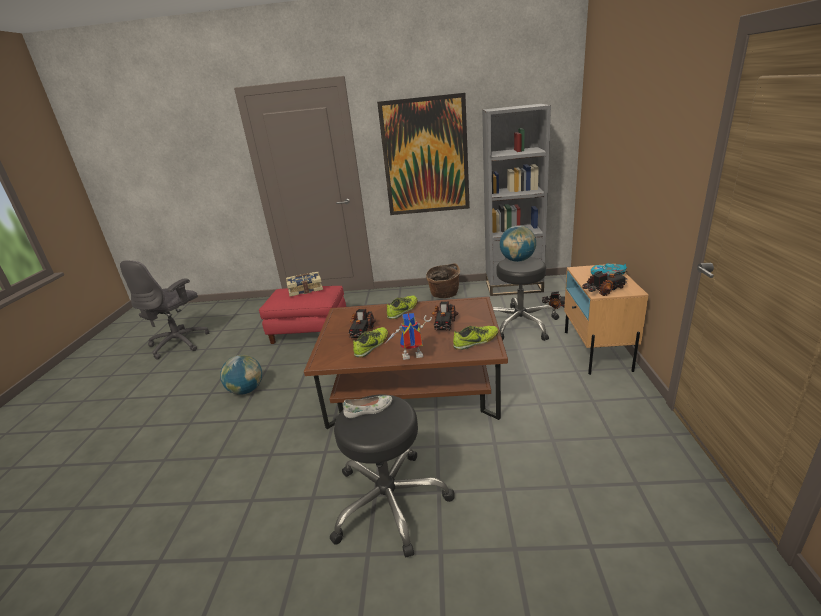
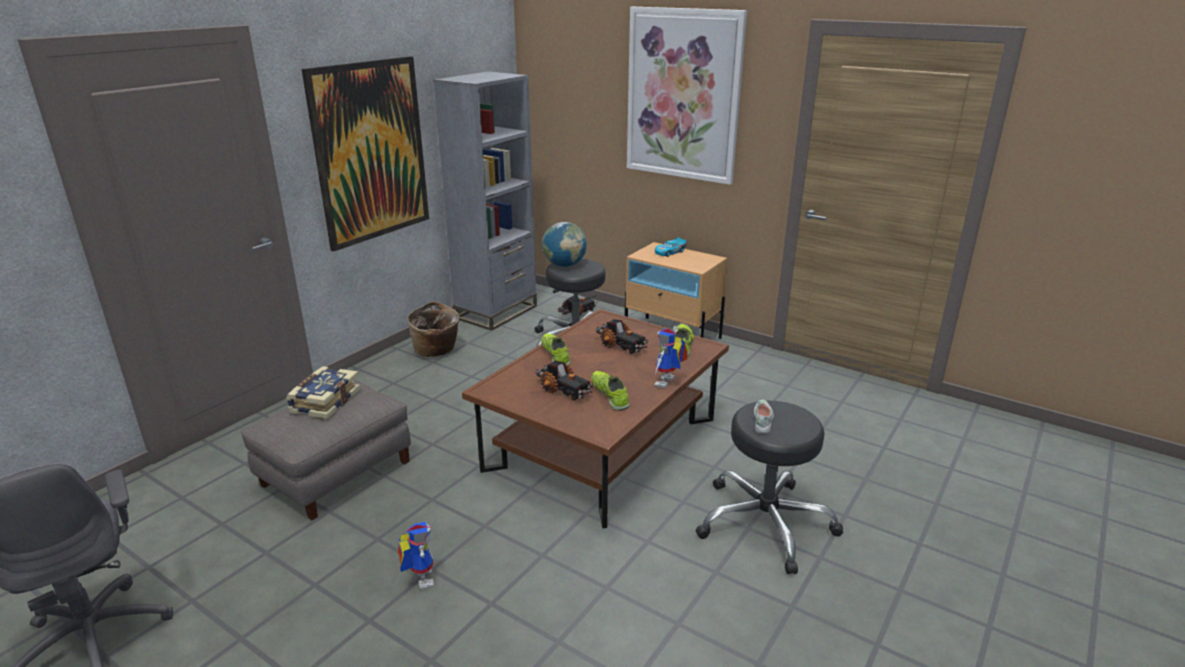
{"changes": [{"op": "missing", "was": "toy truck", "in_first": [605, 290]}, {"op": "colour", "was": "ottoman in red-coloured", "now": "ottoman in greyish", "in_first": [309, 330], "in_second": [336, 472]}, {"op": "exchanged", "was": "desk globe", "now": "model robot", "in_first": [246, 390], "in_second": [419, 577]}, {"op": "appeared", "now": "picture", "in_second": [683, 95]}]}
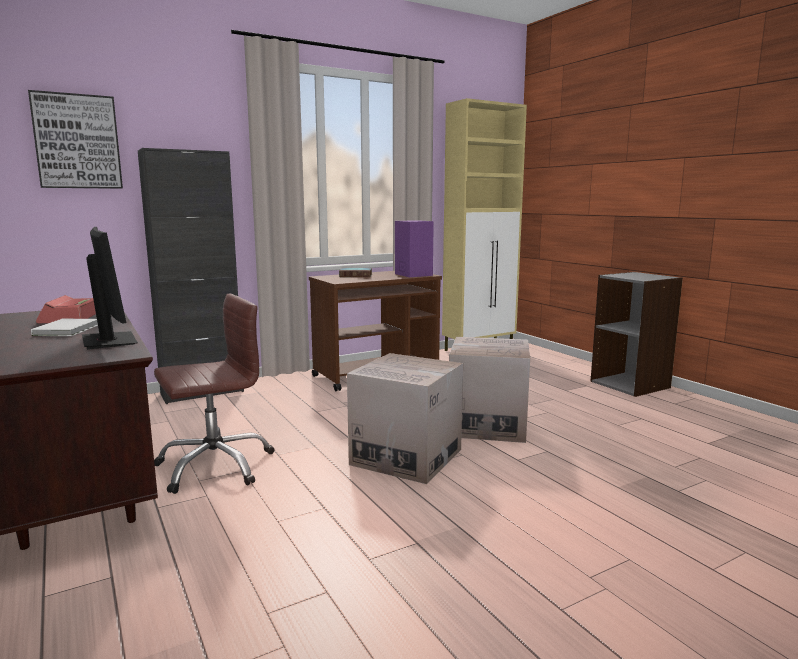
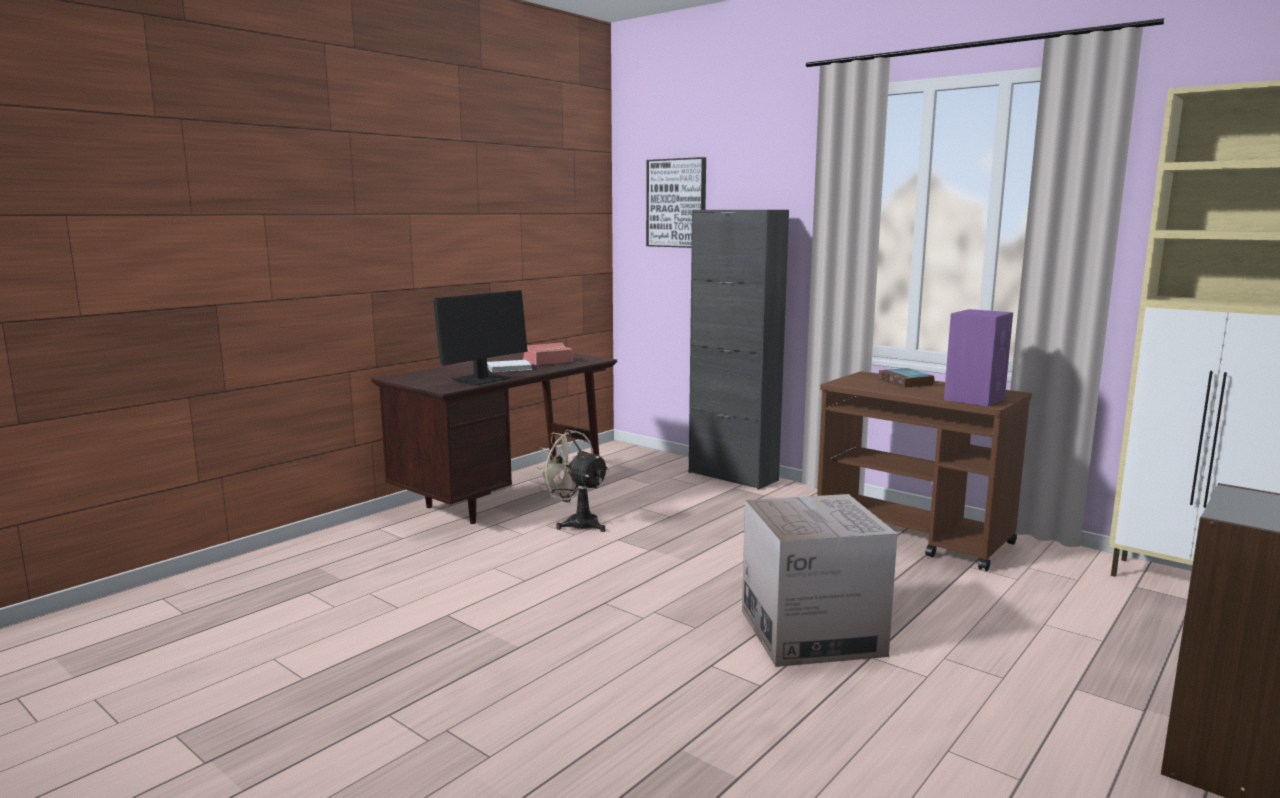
{"changes": [{"op": "exchanged", "was": "desk chair in brown-coloured", "now": "electric fan in sand-coloured", "in_first": [215, 465], "in_second": [576, 523]}, {"op": "missing", "was": "cardboard box", "in_first": [406, 457]}]}
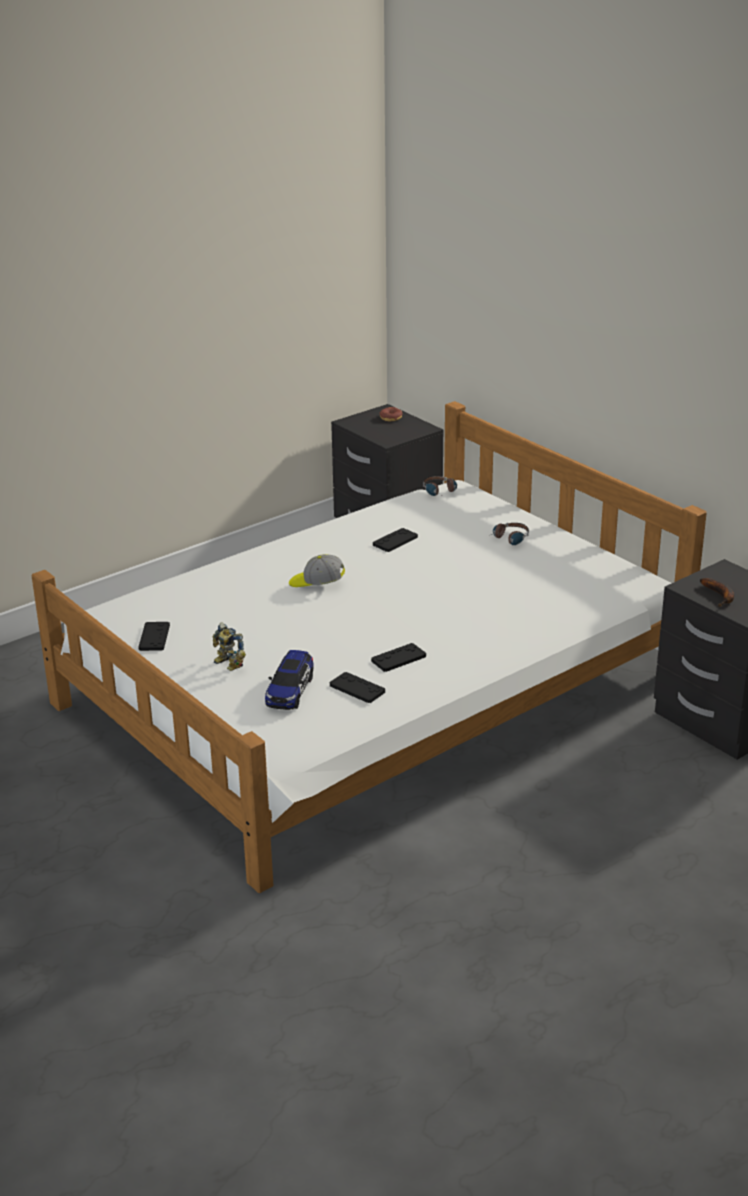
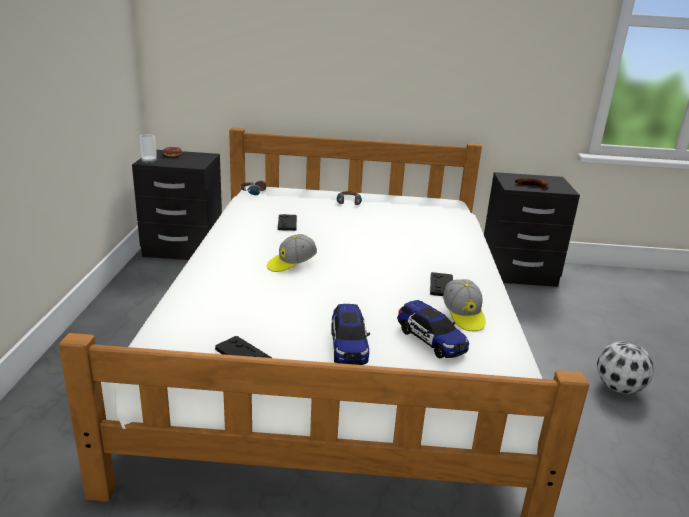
{"changes": [{"op": "exchanged", "was": "model robot", "now": "model car", "in_first": [227, 665], "in_second": [348, 345]}, {"op": "exchanged", "was": "gamepad in black", "now": "cap", "in_first": [357, 688], "in_second": [463, 315]}, {"op": "appeared", "now": "drinking cup", "in_second": [149, 161]}, {"op": "appeared", "now": "football", "in_second": [618, 387]}]}
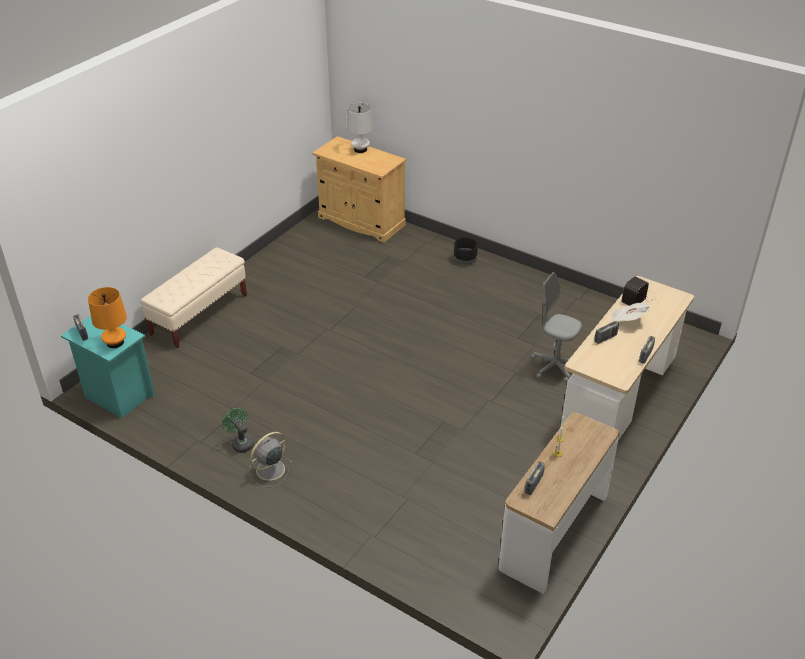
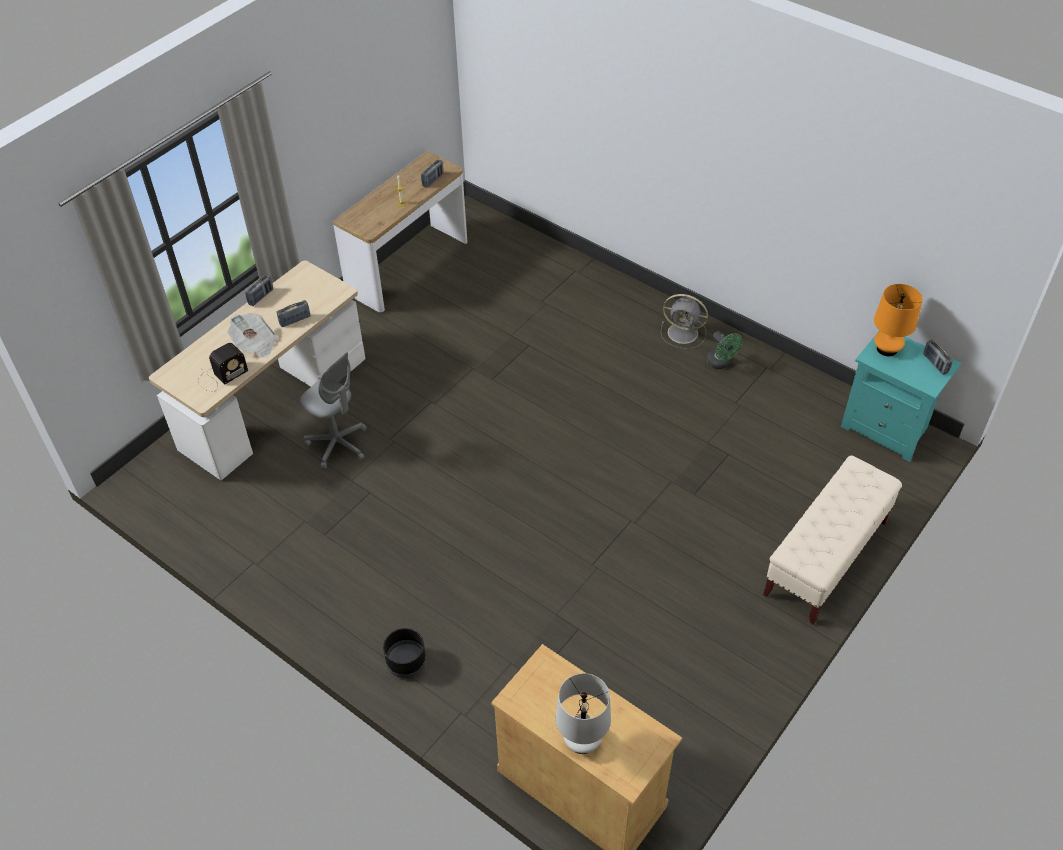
{"changes": [{"op": "spun", "was": "electric fan in greyish", "in_first": [269, 470], "in_second": [684, 333], "clockwise": 60}]}
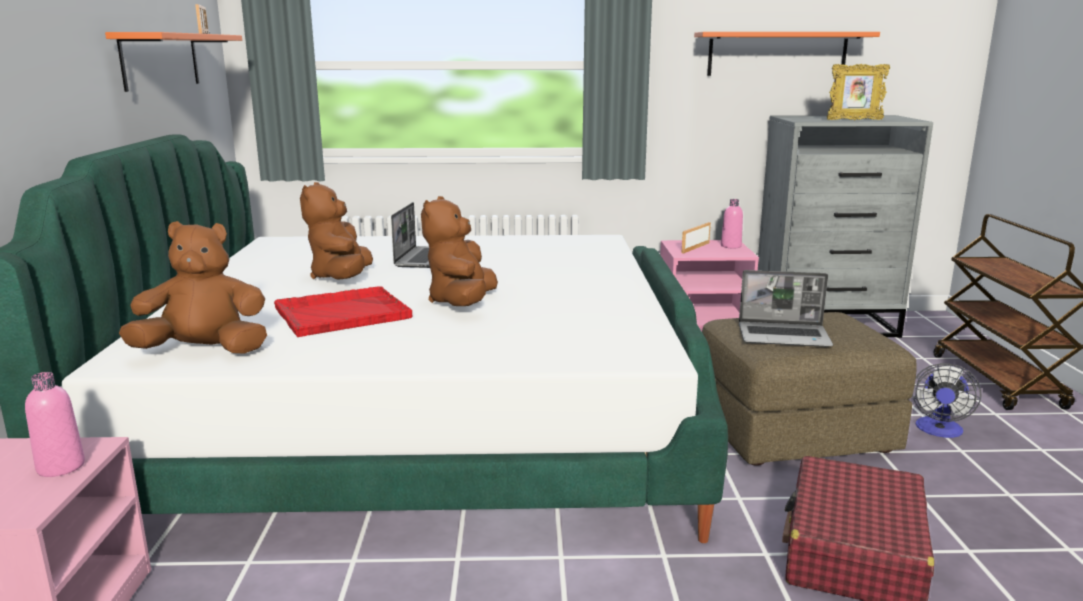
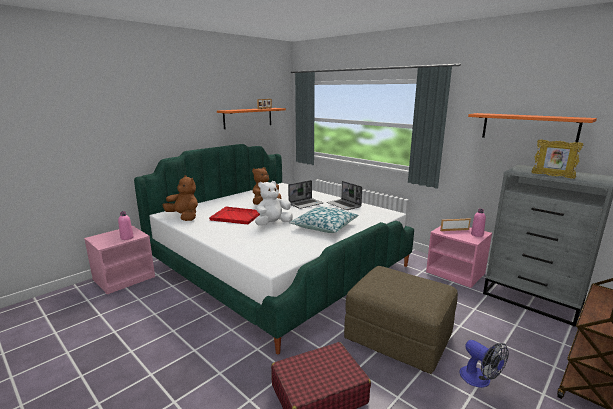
{"changes": [{"op": "colour", "was": "soft toy in brown-coloured", "now": "soft toy in whitish", "in_first": [462, 303], "in_second": [273, 224]}, {"op": "relocated", "was": "notebook computer", "in_first": [784, 336], "in_second": [344, 205]}, {"op": "spun", "was": "electric fan", "in_first": [939, 431], "in_second": [479, 380], "clockwise": -105}, {"op": "appeared", "now": "cushion", "in_second": [324, 226]}]}
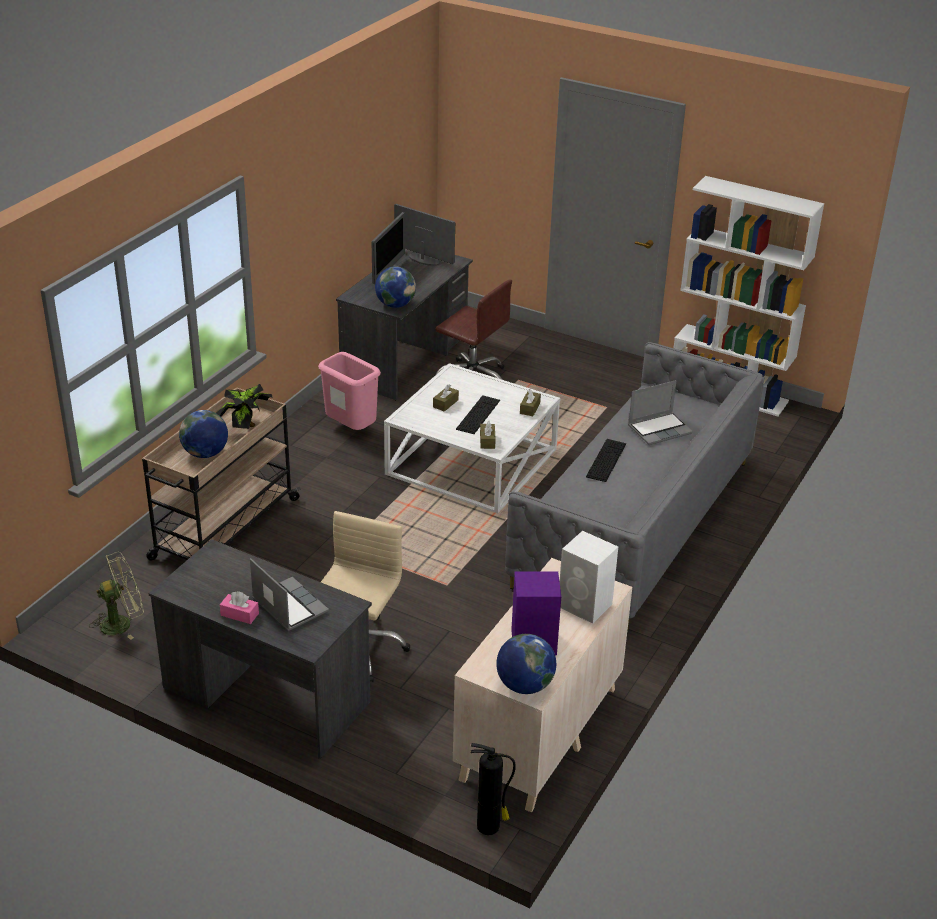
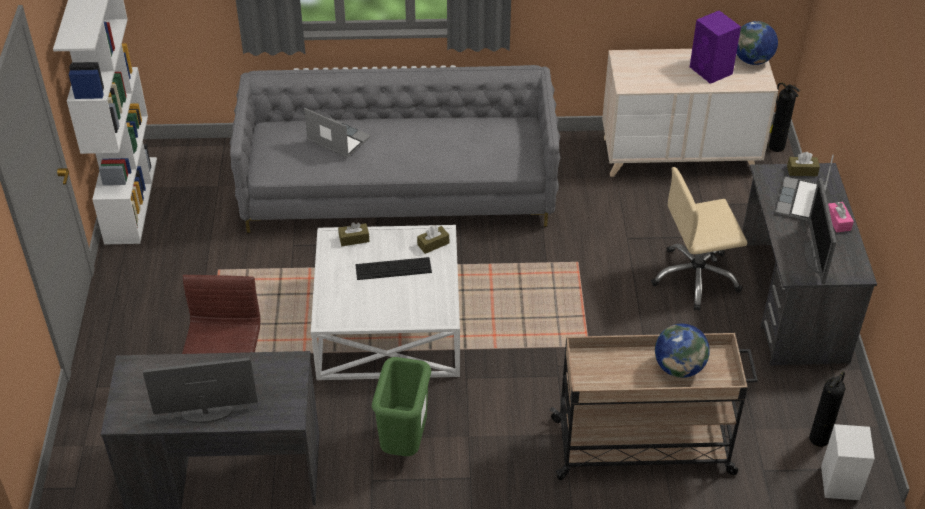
{"changes": [{"op": "relocated", "was": "monitor", "in_first": [423, 260], "in_second": [815, 257]}, {"op": "missing", "was": "desk globe", "in_first": [395, 305]}, {"op": "colour", "was": "rubbish bin in pinkish", "now": "rubbish bin in greenish", "in_first": [351, 430], "in_second": [403, 442]}, {"op": "missing", "was": "potted plant", "in_first": [246, 428]}, {"op": "relocated", "was": "tissue box in brown-coloured", "in_first": [445, 403], "in_second": [802, 171]}, {"op": "missing", "was": "keyboard", "in_first": [606, 460]}, {"op": "relocated", "was": "loudspeaker in whitish", "in_first": [586, 606], "in_second": [840, 482]}, {"op": "exchanged", "was": "electric fan in greenish", "now": "extinguisher", "in_first": [122, 623], "in_second": [819, 438]}]}
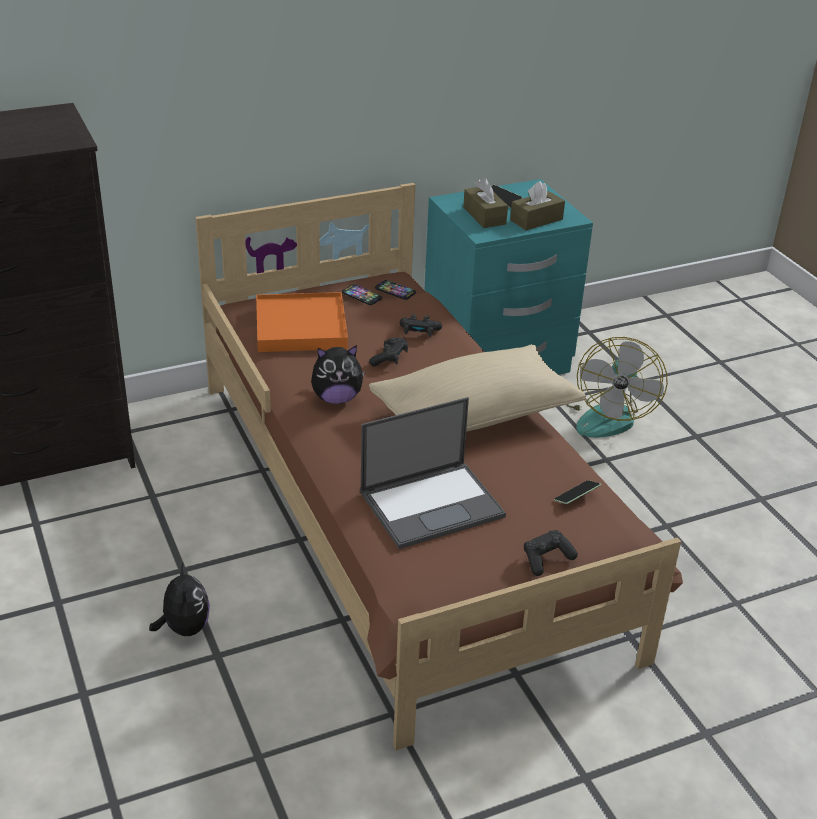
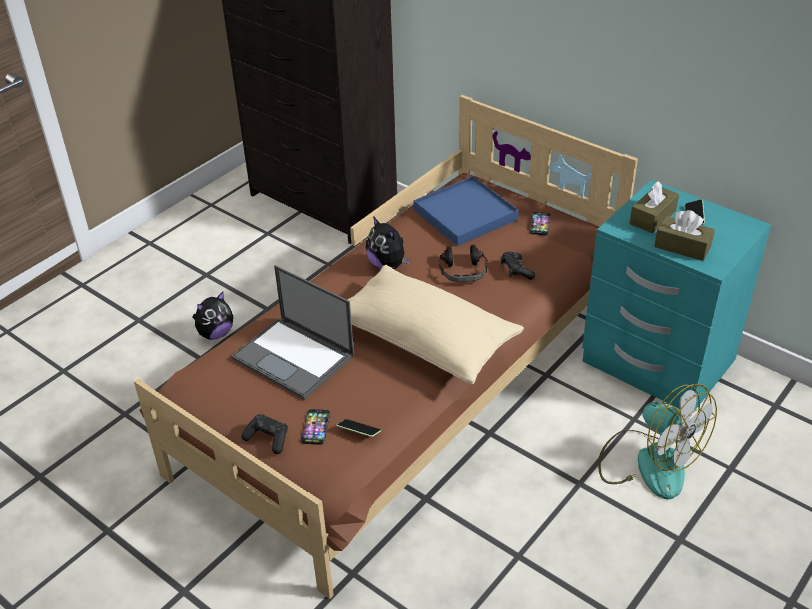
{"changes": [{"op": "relocated", "was": "handset", "in_first": [395, 290], "in_second": [316, 427]}, {"op": "colour", "was": "carrying tray in orange-coloured", "now": "carrying tray in blue", "in_first": [300, 327], "in_second": [465, 214]}, {"op": "exchanged", "was": "gamepad in black", "now": "pair of headphones", "in_first": [389, 359], "in_second": [463, 270]}, {"op": "spun", "was": "electric fan", "in_first": [607, 415], "in_second": [649, 462], "clockwise": -120}]}
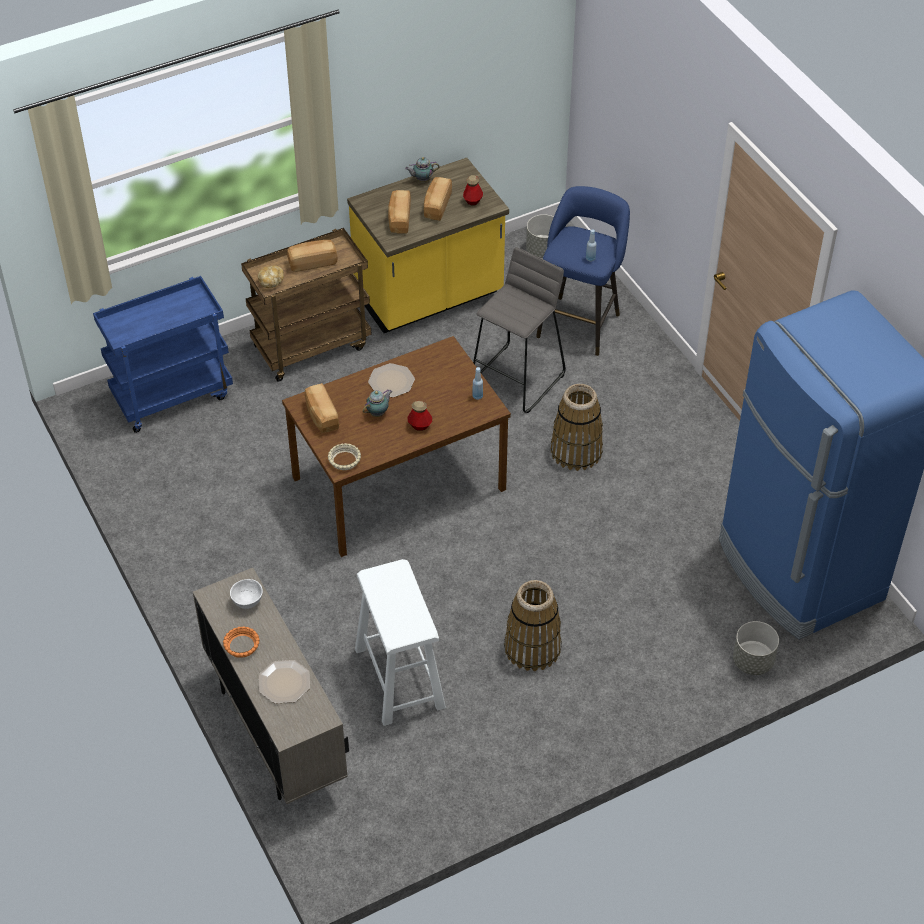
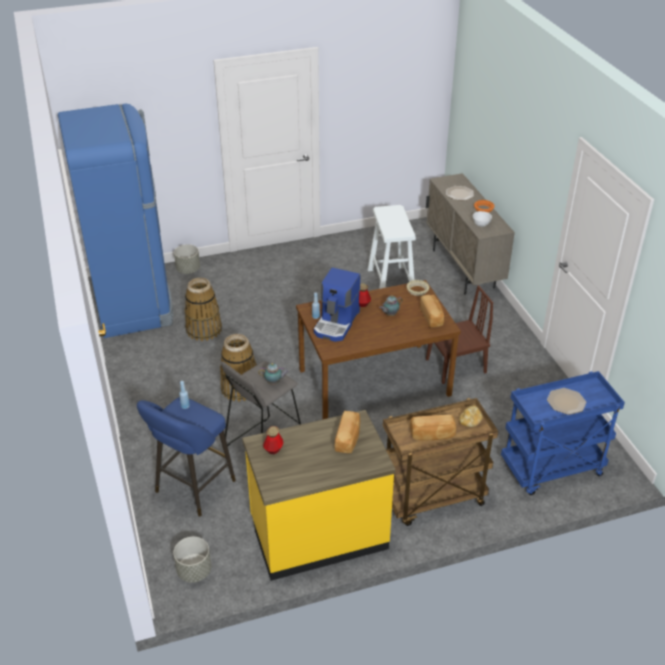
{"changes": [{"op": "relocated", "was": "teapot", "in_first": [422, 180], "in_second": [274, 382]}, {"op": "missing", "was": "baked bread", "in_first": [436, 206]}, {"op": "relocated", "was": "plate", "in_first": [392, 381], "in_second": [565, 402]}, {"op": "relocated", "was": "storage basket", "in_first": [532, 647], "in_second": [204, 330]}, {"op": "appeared", "now": "coffee machine", "in_second": [337, 323]}, {"op": "appeared", "now": "plain chair in brown-coloured", "in_second": [455, 366]}]}
